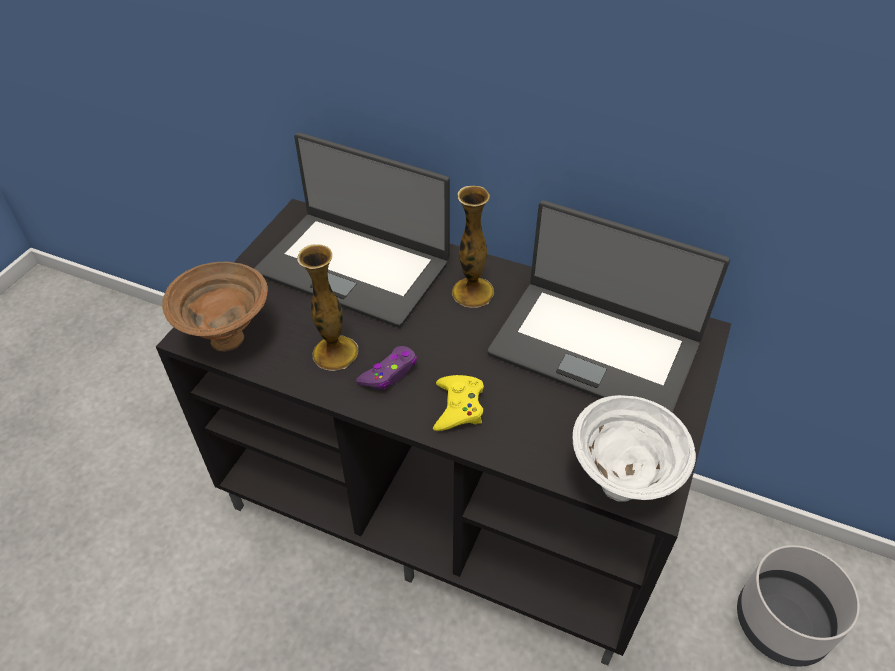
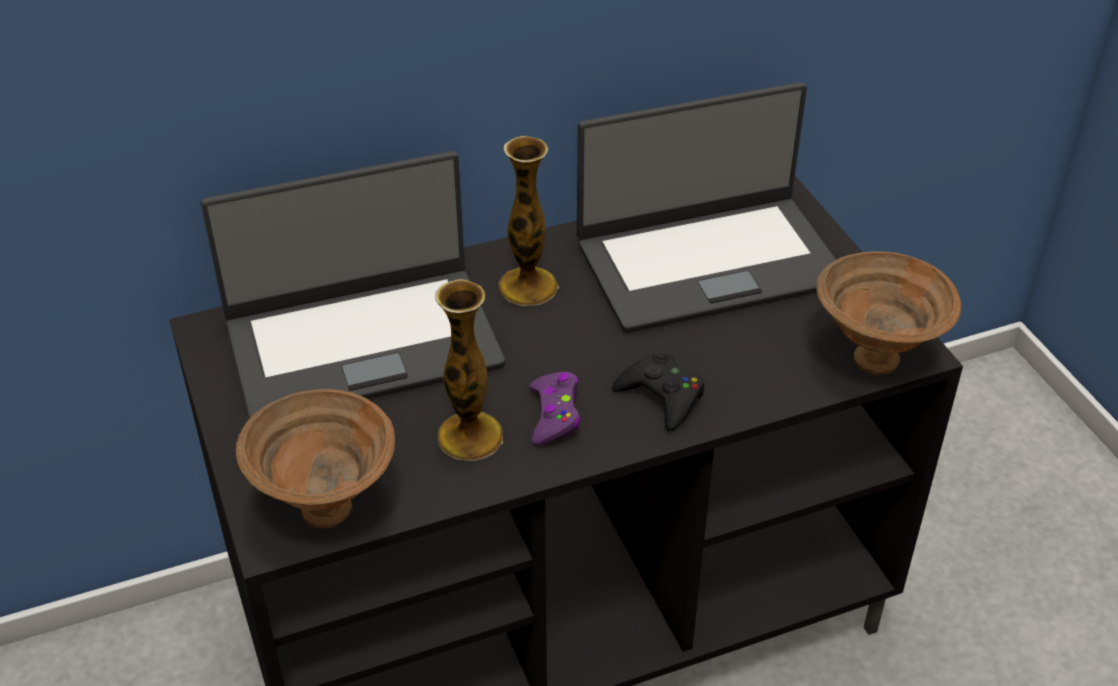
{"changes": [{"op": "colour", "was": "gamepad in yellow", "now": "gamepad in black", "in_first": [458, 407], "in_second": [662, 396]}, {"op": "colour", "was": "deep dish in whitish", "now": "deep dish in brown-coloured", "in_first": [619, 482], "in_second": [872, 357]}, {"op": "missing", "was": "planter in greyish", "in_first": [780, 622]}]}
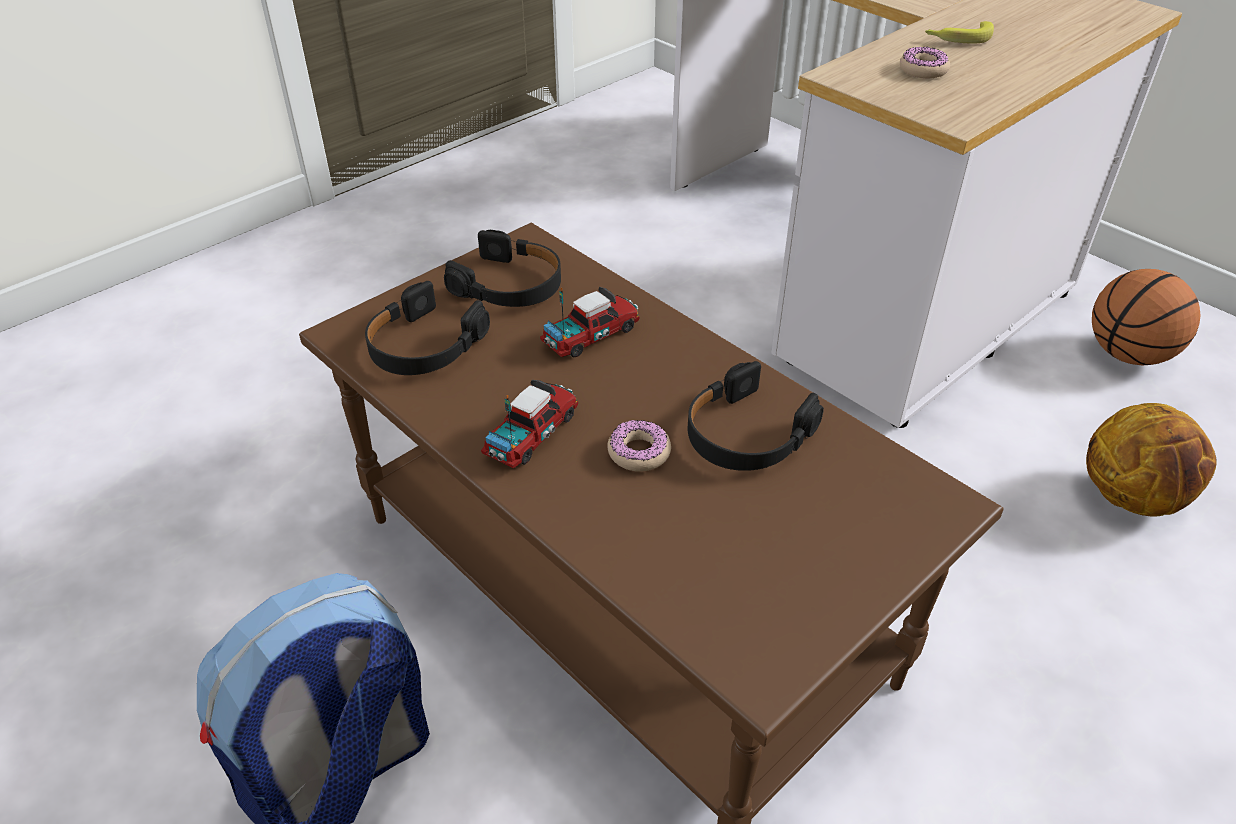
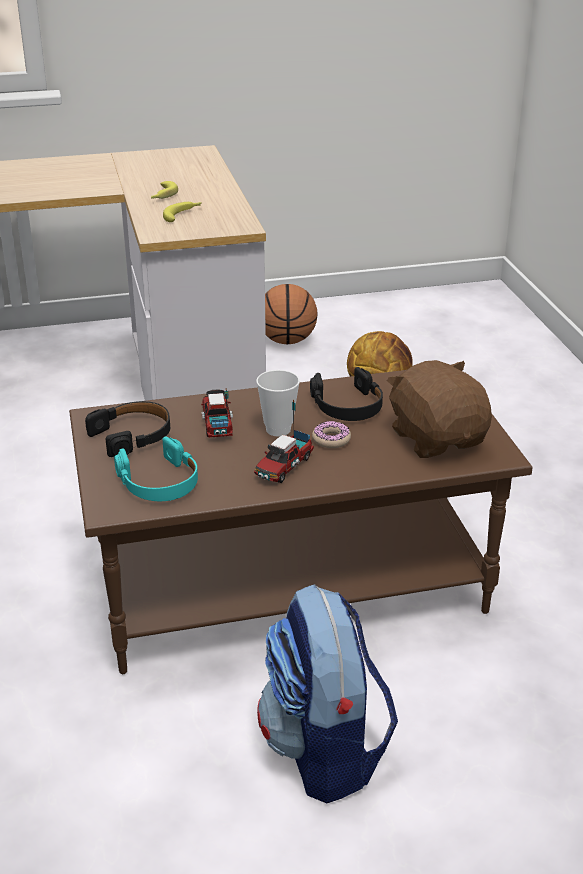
{"changes": [{"op": "exchanged", "was": "donut", "now": "banana fruit", "in_first": [923, 70], "in_second": [183, 215]}, {"op": "colour", "was": "pair of headphones in black", "now": "pair of headphones in blue-green", "in_first": [424, 345], "in_second": [159, 482]}, {"op": "spun", "was": "toy truck", "in_first": [532, 434], "in_second": [283, 467], "clockwise": -120}, {"op": "appeared", "now": "soft toy in brown-coloured", "in_second": [437, 438]}, {"op": "appeared", "now": "drinking cup", "in_second": [278, 429]}]}
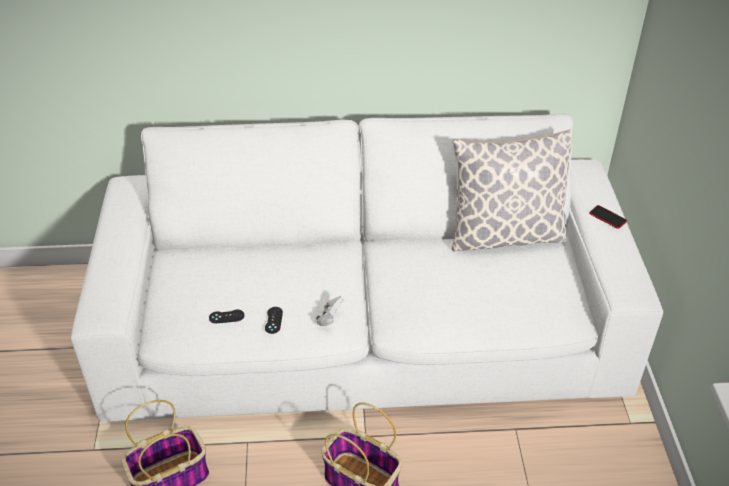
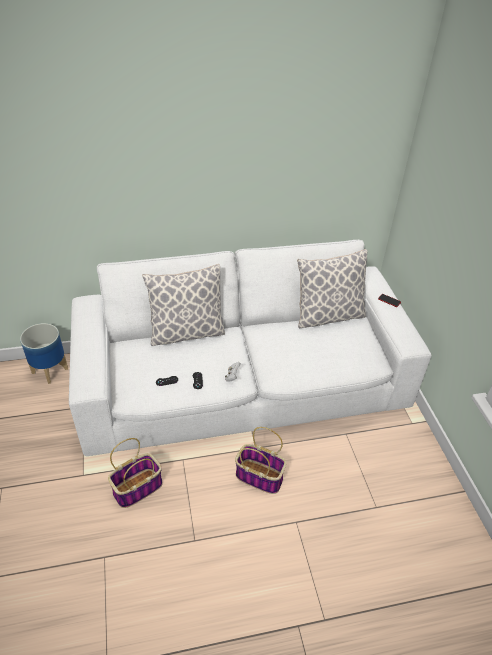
{"changes": [{"op": "appeared", "now": "cushion", "in_second": [186, 333]}, {"op": "appeared", "now": "planter", "in_second": [50, 370]}]}
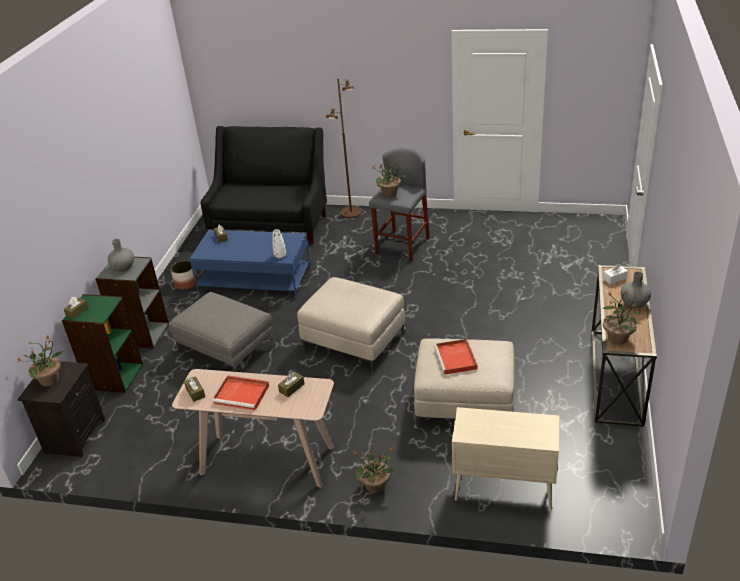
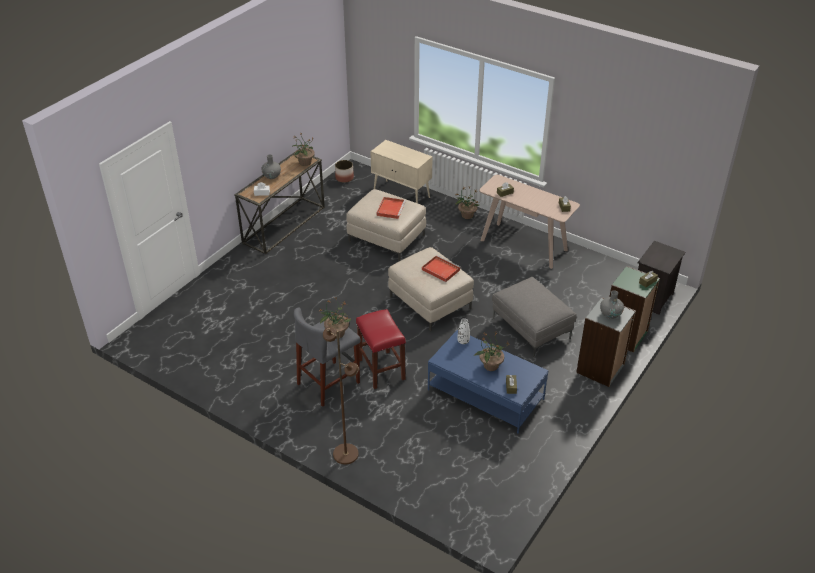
{"changes": [{"op": "missing", "was": "settee in black", "in_first": [271, 224]}, {"op": "relocated", "was": "planter", "in_first": [186, 283], "in_second": [344, 178]}, {"op": "relocated", "was": "potted plant", "in_first": [50, 380], "in_second": [490, 366]}, {"op": "relocated", "was": "carrying tray in red-coloured", "in_first": [242, 394], "in_second": [440, 270]}, {"op": "appeared", "now": "stool in red-coloured", "in_second": [380, 369]}]}
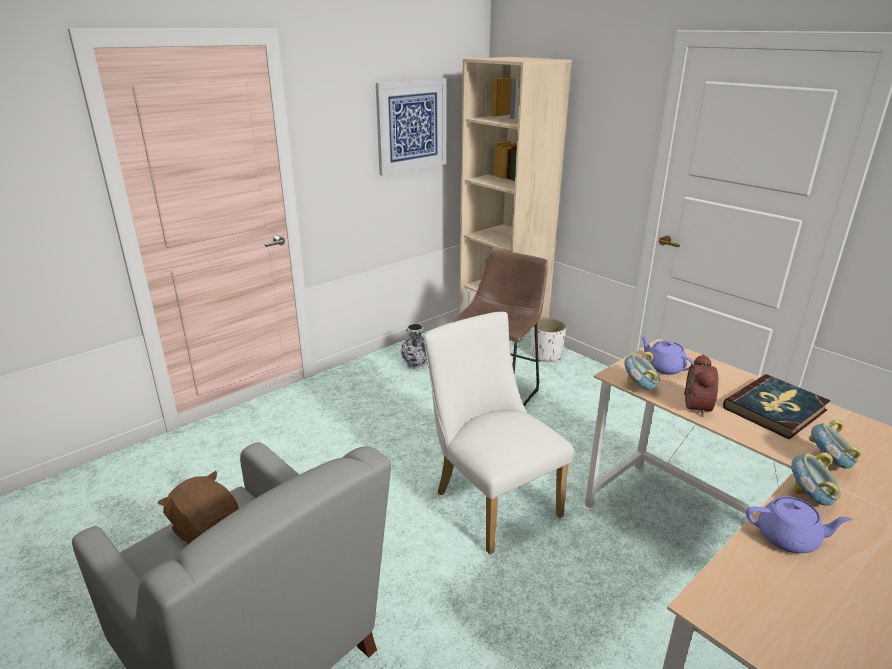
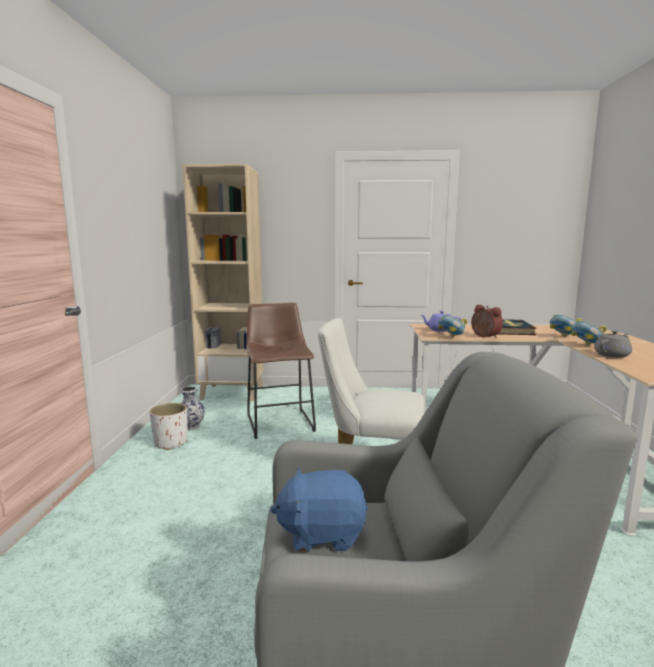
{"changes": [{"op": "missing", "was": "picture", "in_first": [411, 126]}, {"op": "relocated", "was": "planter in whitish", "in_first": [546, 355], "in_second": [170, 443]}, {"op": "colour", "was": "soft toy in brown-coloured", "now": "soft toy in blue", "in_first": [207, 529], "in_second": [322, 533]}, {"op": "colour", "was": "teapot in purplish", "now": "teapot in greyish", "in_first": [789, 538], "in_second": [612, 355]}]}
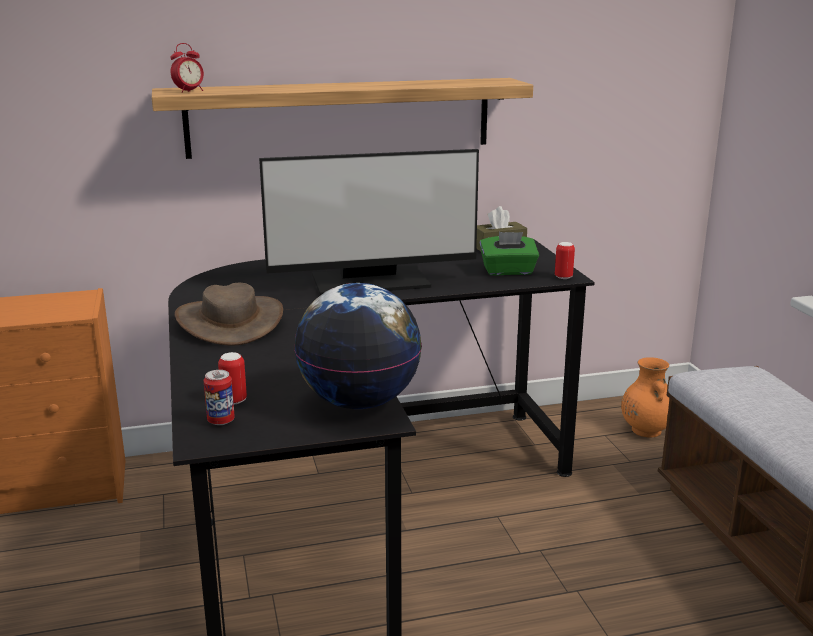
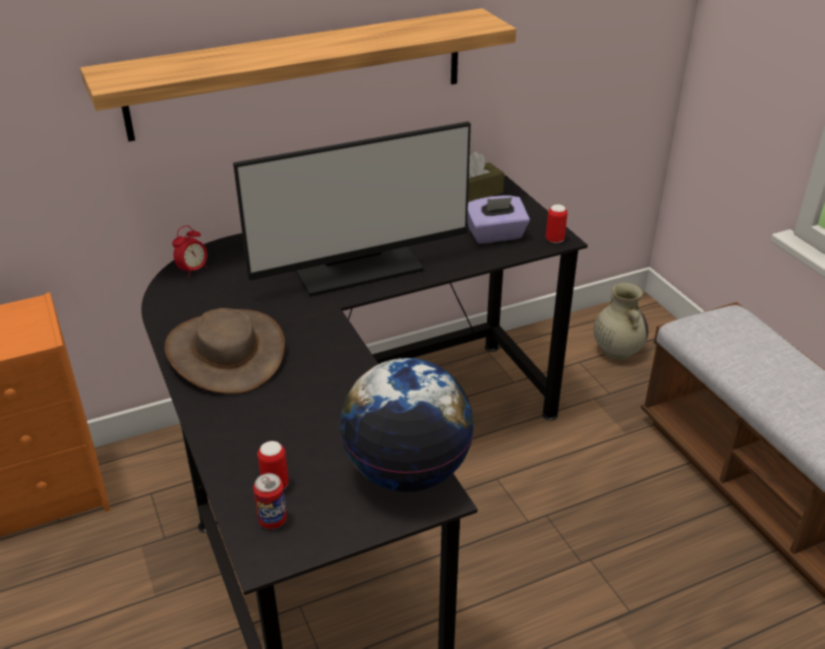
{"changes": [{"op": "relocated", "was": "alarm clock", "in_first": [189, 91], "in_second": [193, 270]}, {"op": "colour", "was": "tissue box in greenish", "now": "tissue box in purplish", "in_first": [508, 271], "in_second": [495, 235]}, {"op": "colour", "was": "vase in orange-coloured", "now": "vase in sand-coloured", "in_first": [645, 430], "in_second": [616, 351]}]}
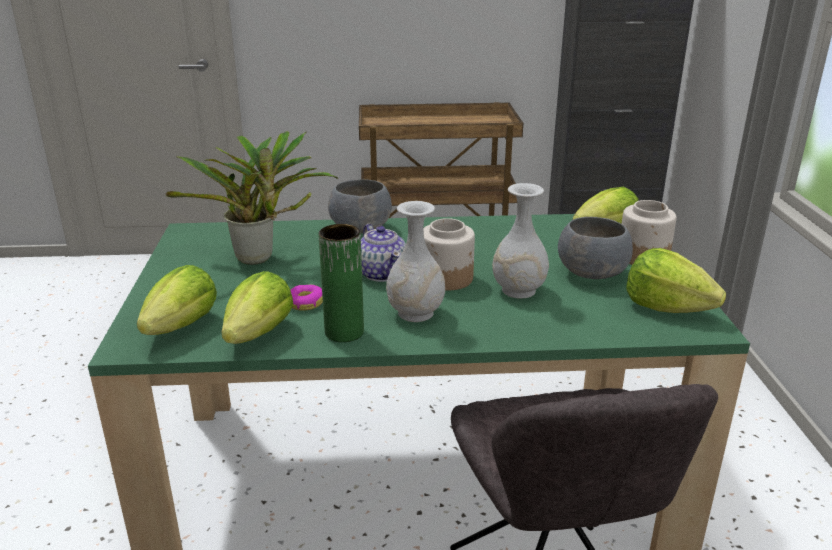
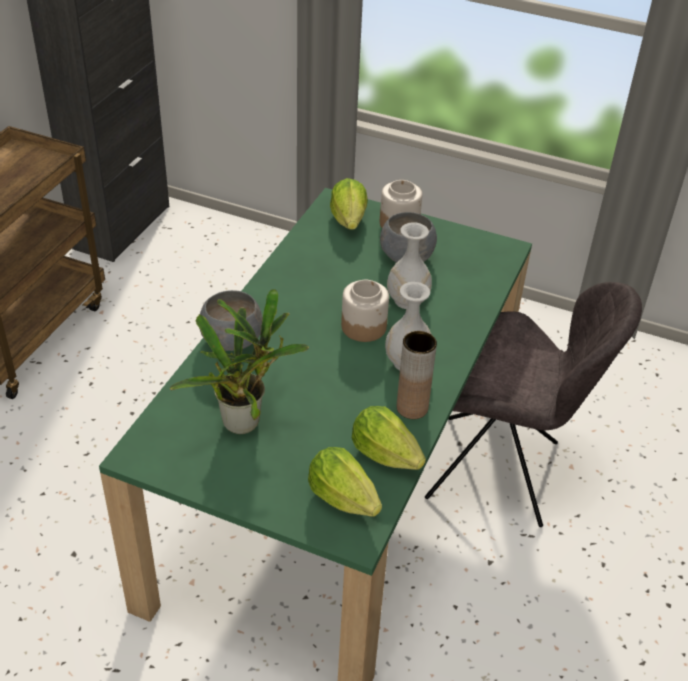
{"changes": [{"op": "colour", "was": "vase in greenish", "now": "vase in brown-coloured", "in_first": [344, 332], "in_second": [412, 408]}, {"op": "missing", "was": "teapot", "in_first": [382, 273]}, {"op": "missing", "was": "lettuce head", "in_first": [666, 307]}, {"op": "missing", "was": "donut", "in_first": [304, 303]}]}
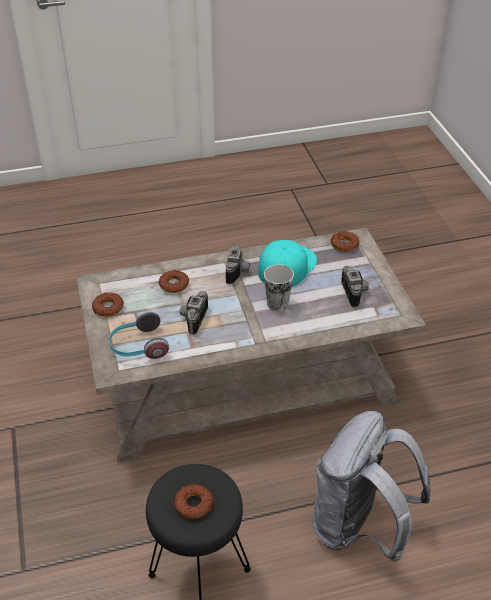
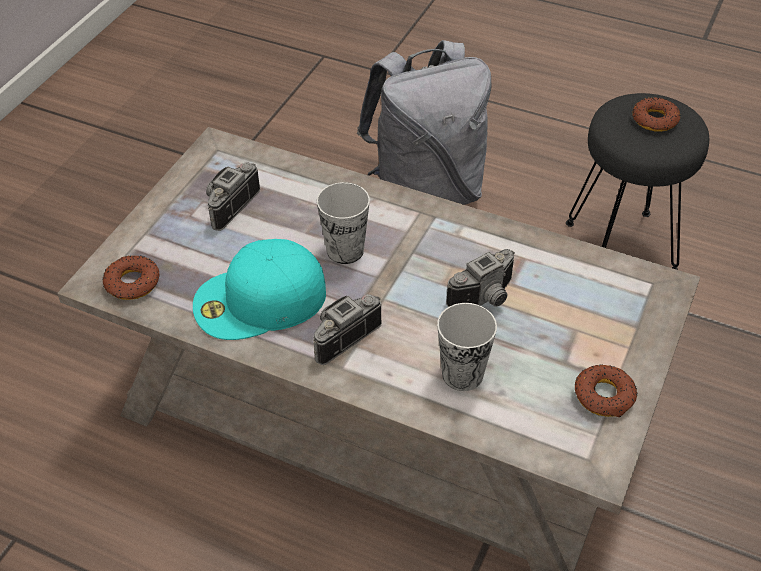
{"changes": [{"op": "exchanged", "was": "donut", "now": "drinking cup", "in_first": [174, 284], "in_second": [462, 374]}, {"op": "missing", "was": "pair of headphones", "in_first": [138, 347]}]}
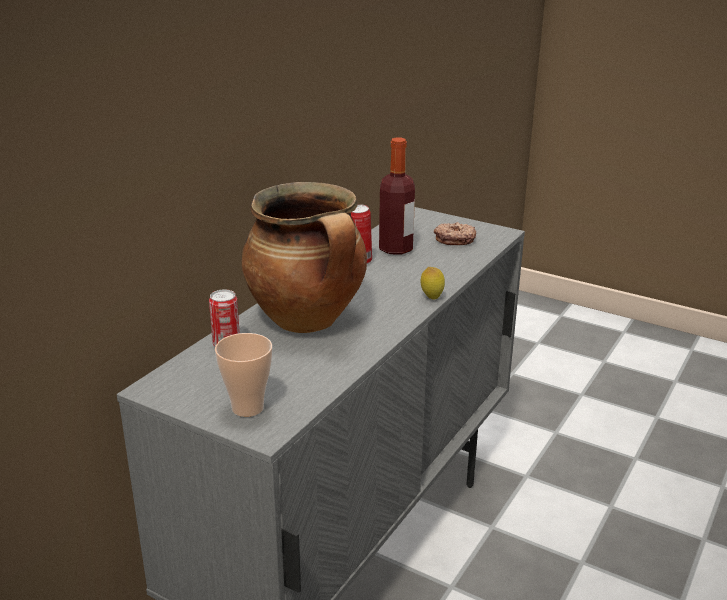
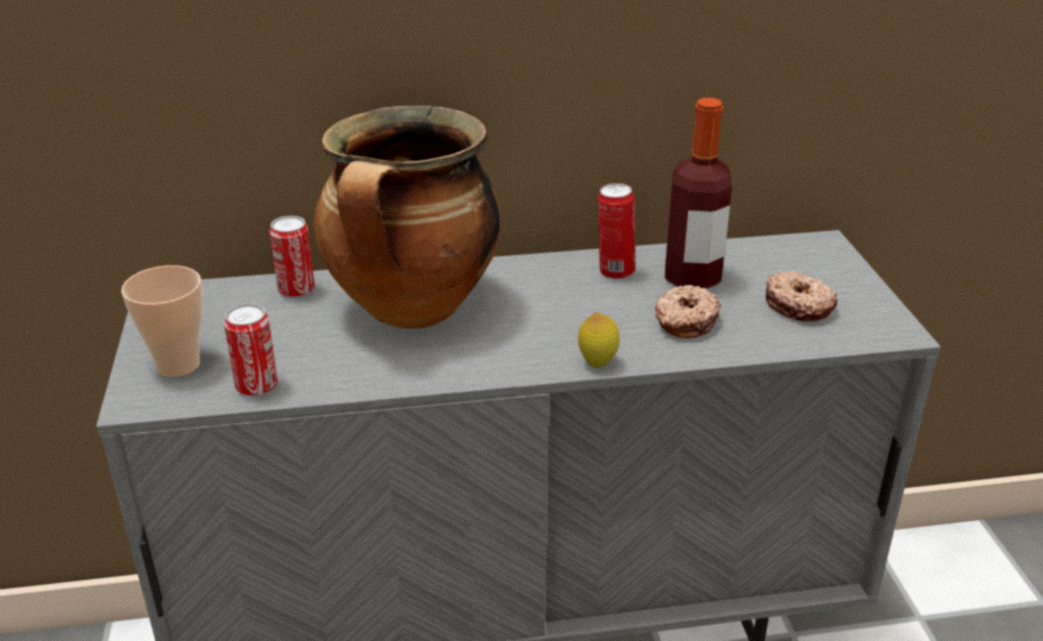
{"changes": [{"op": "appeared", "now": "donut", "in_second": [685, 321]}, {"op": "appeared", "now": "metal can", "in_second": [257, 386]}]}
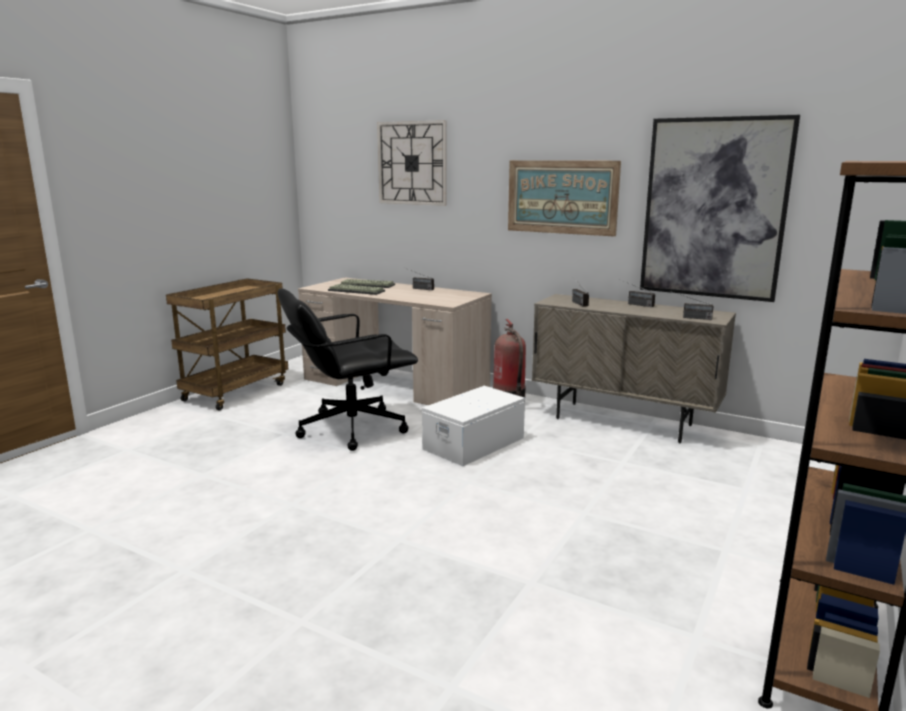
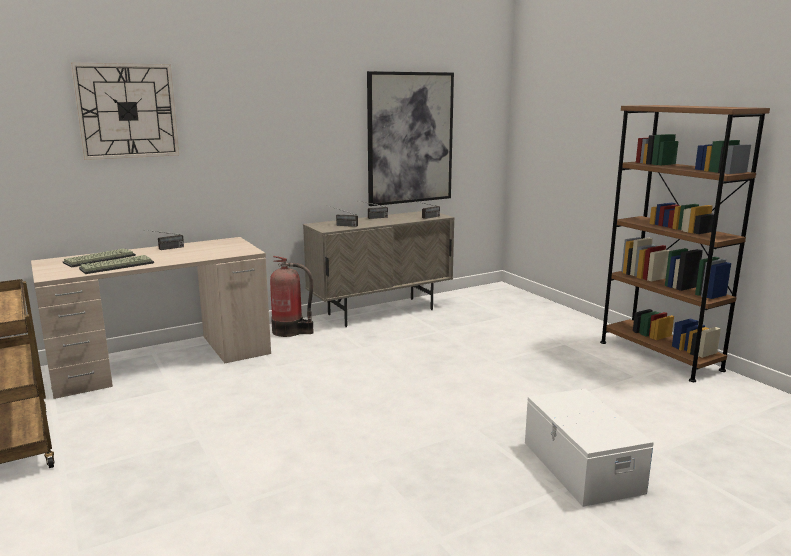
{"changes": [{"op": "missing", "was": "picture", "in_first": [562, 197]}, {"op": "missing", "was": "desk chair in black", "in_first": [350, 428]}, {"op": "relocated", "was": "storage bin in whitish", "in_first": [472, 443], "in_second": [580, 467]}]}
